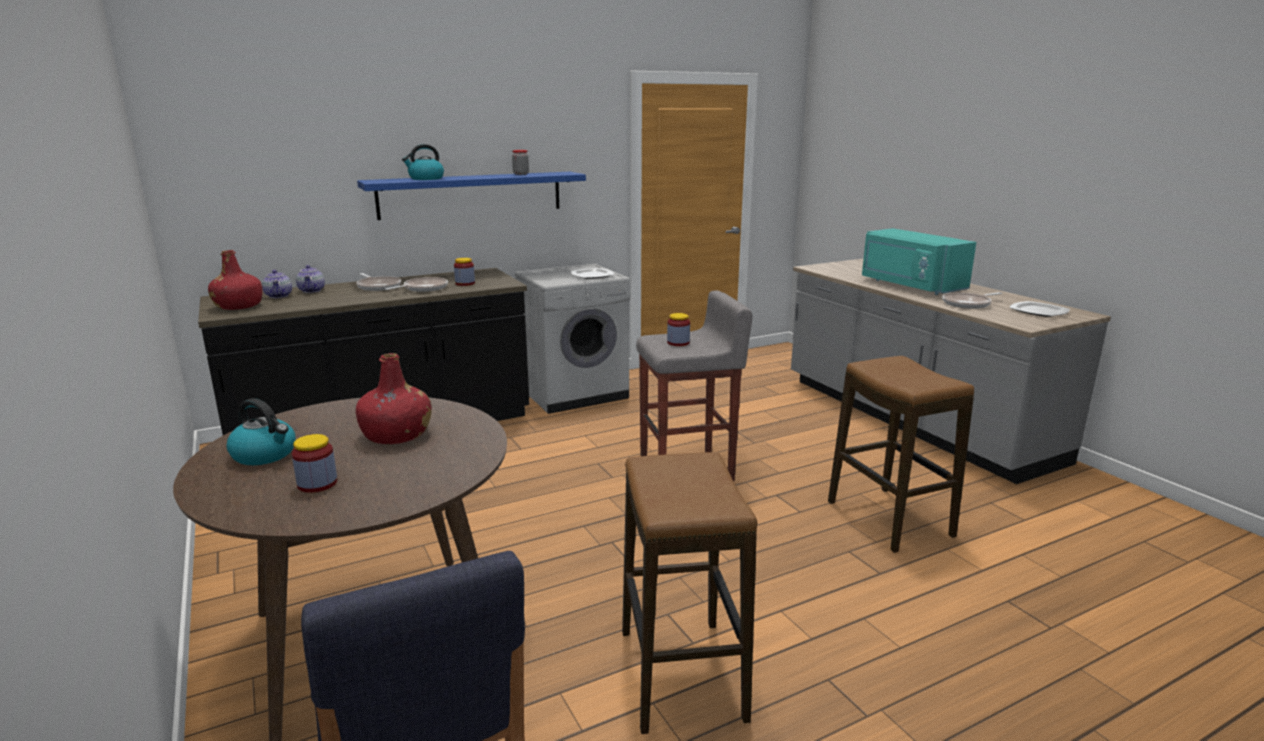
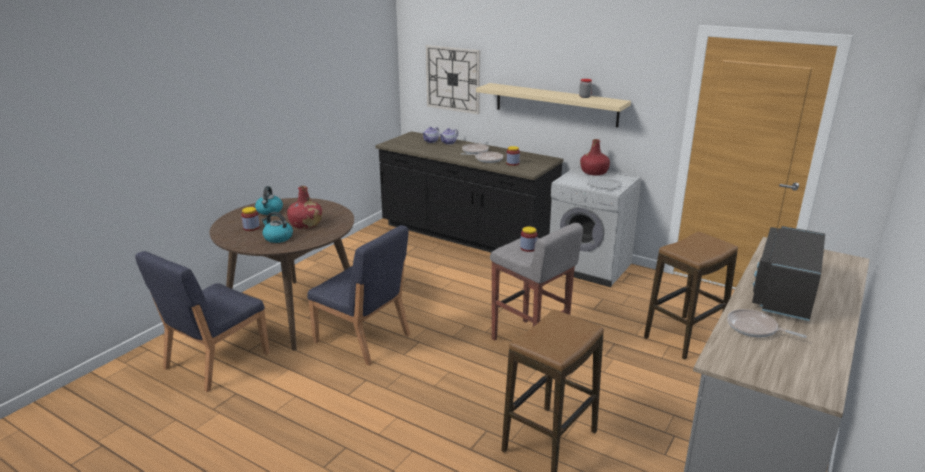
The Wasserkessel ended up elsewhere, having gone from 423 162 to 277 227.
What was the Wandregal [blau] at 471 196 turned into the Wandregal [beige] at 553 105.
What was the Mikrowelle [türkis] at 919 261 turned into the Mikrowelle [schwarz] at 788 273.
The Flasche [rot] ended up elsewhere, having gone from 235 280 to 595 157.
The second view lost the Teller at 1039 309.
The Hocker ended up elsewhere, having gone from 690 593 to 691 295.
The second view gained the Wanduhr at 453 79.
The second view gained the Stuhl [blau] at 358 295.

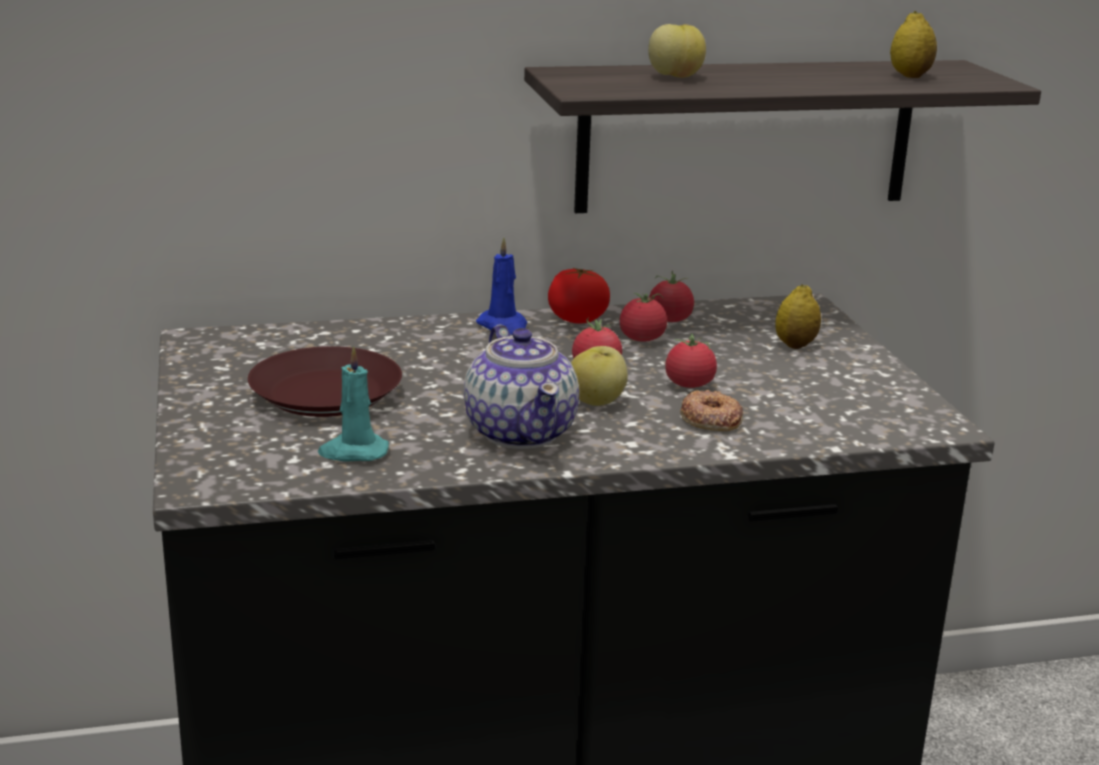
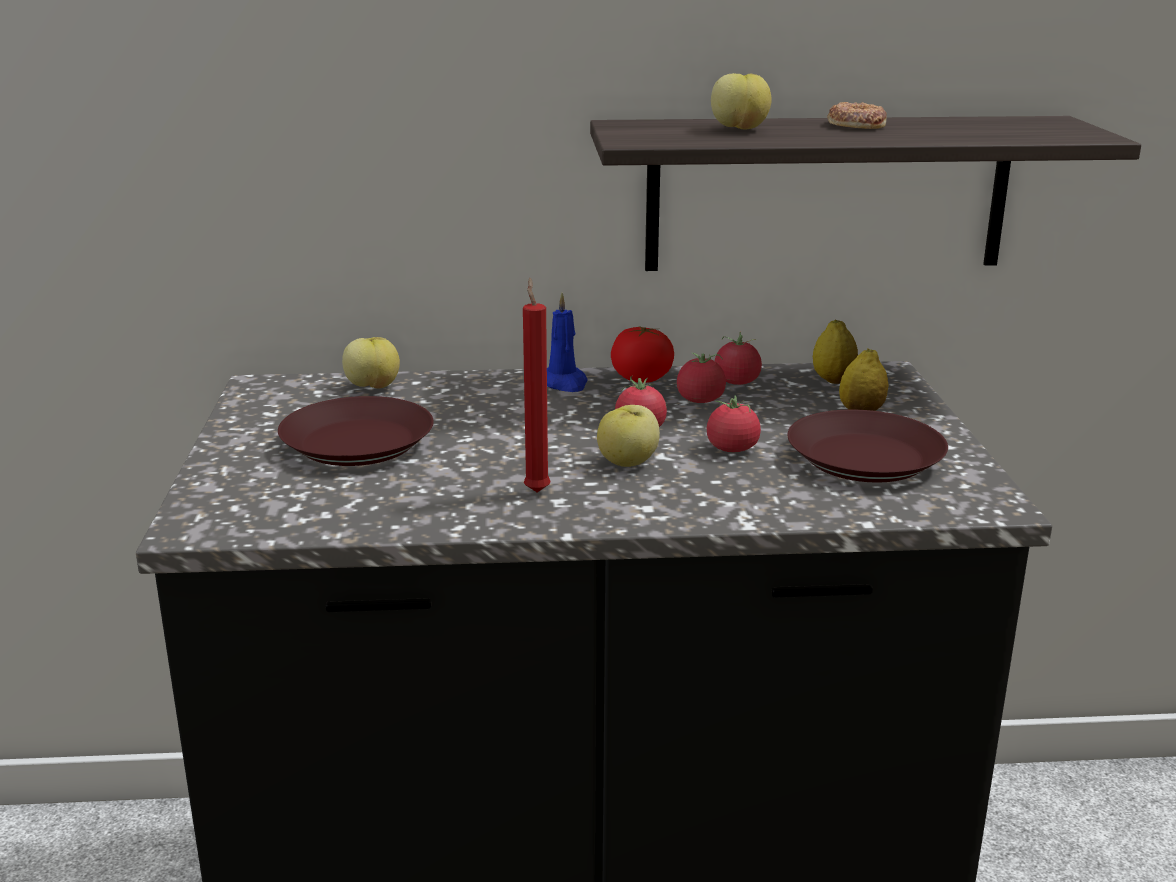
The Zitrone ended up elsewhere, having gone from 913 44 to 835 352.
Where the Teekanne stood at 521 387, the Kerze [rot] came to stand at 537 385.
The second view lost the Kerze [türkis] at 353 403.
The Donut ended up elsewhere, having gone from 711 410 to 857 115.
The second view gained the Apfel at 371 363.
The second view gained the Teller [braun] at 868 446.

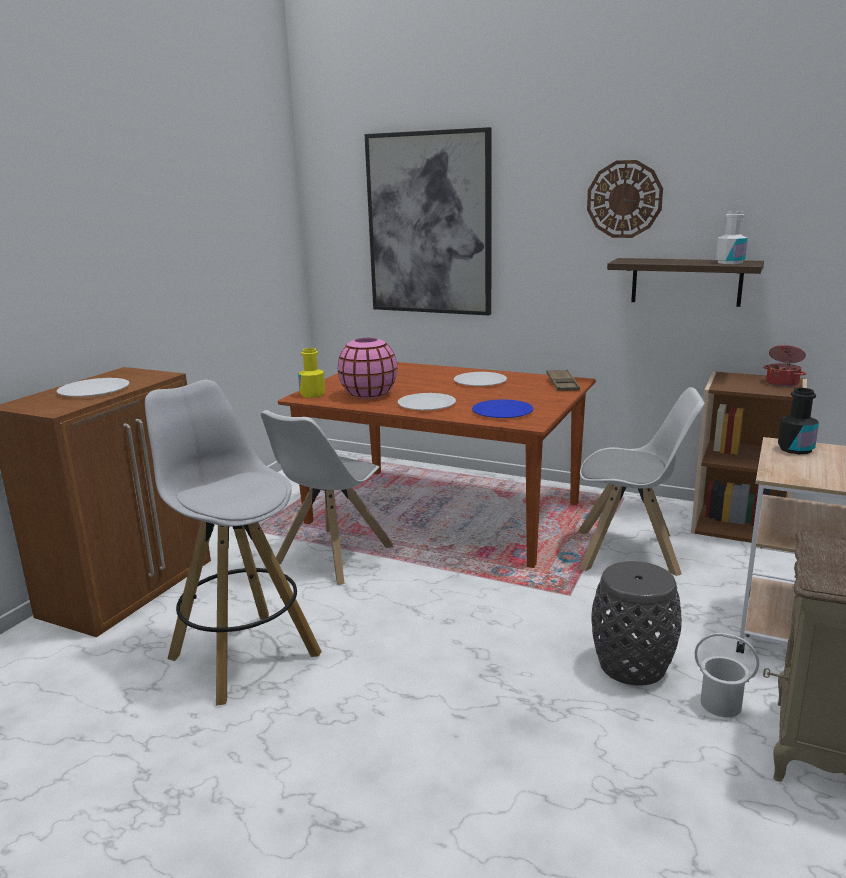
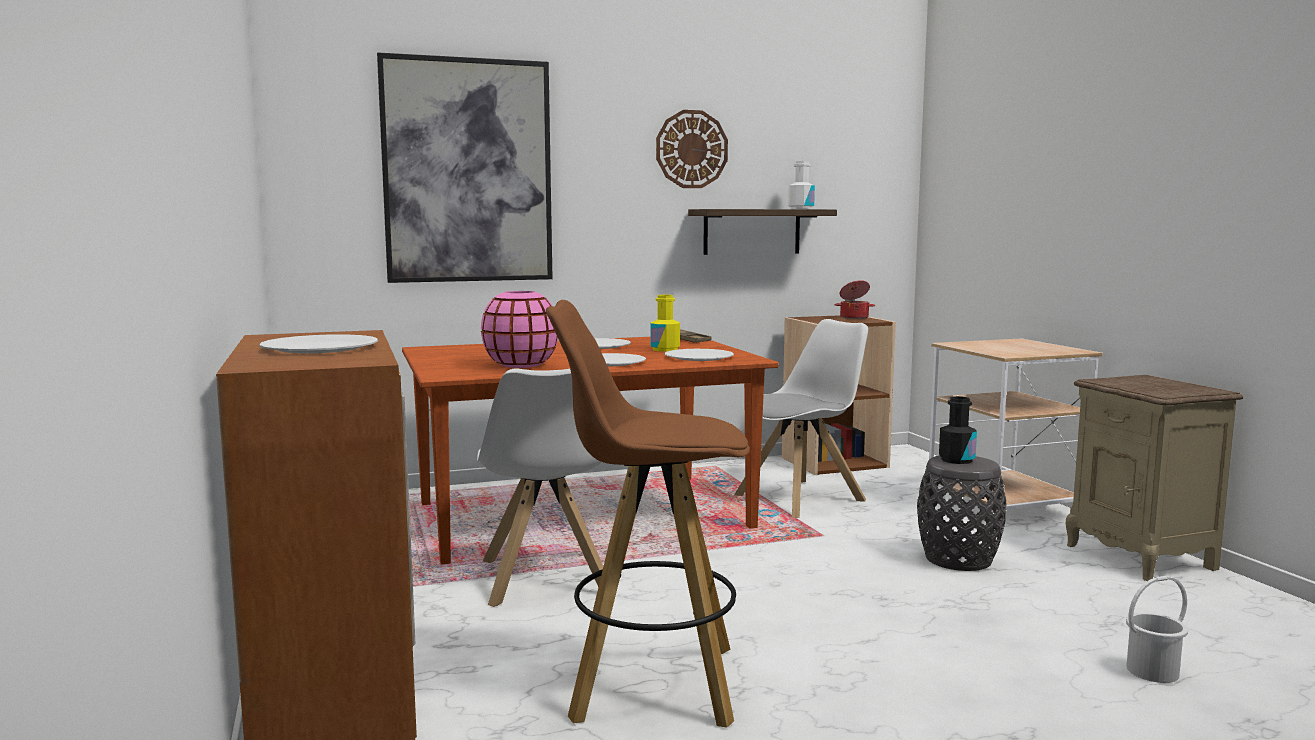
The Flasche [gelb] ended up elsewhere, having gone from 311 373 to 665 323.
What was the Hocker [weiß] at 233 543 turned into the Hocker [braun] at 648 514.
The Flasche [schwarz] ended up elsewhere, having gone from 798 421 to 958 430.
What was the Teller [blau] at 502 408 turned into the Teller [weiß] at 699 355.
The Eimer [weiß] ended up elsewhere, having gone from 727 675 to 1157 629.

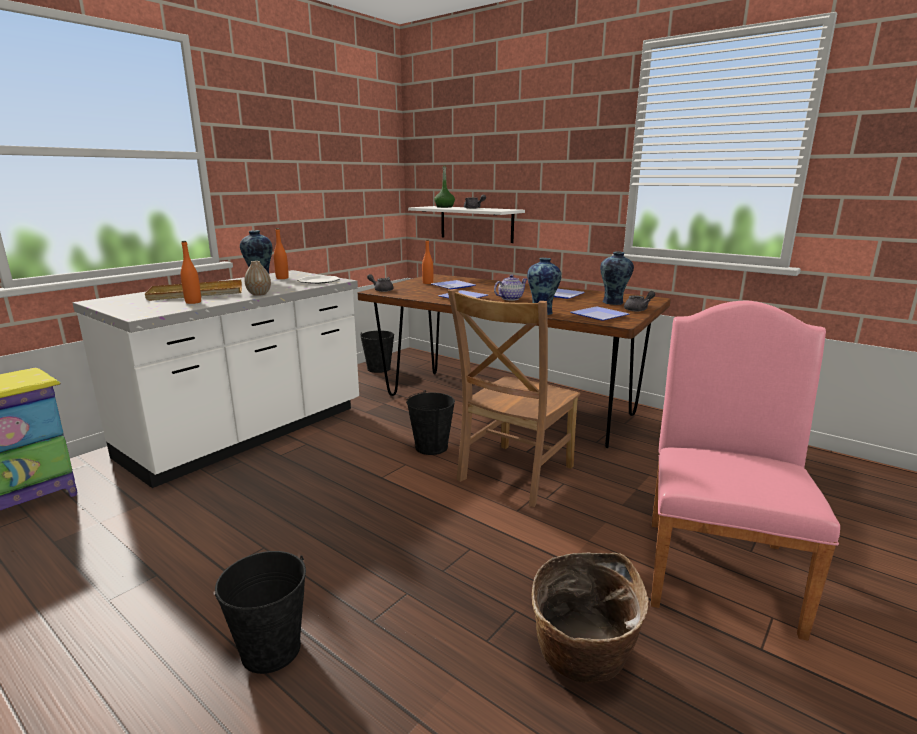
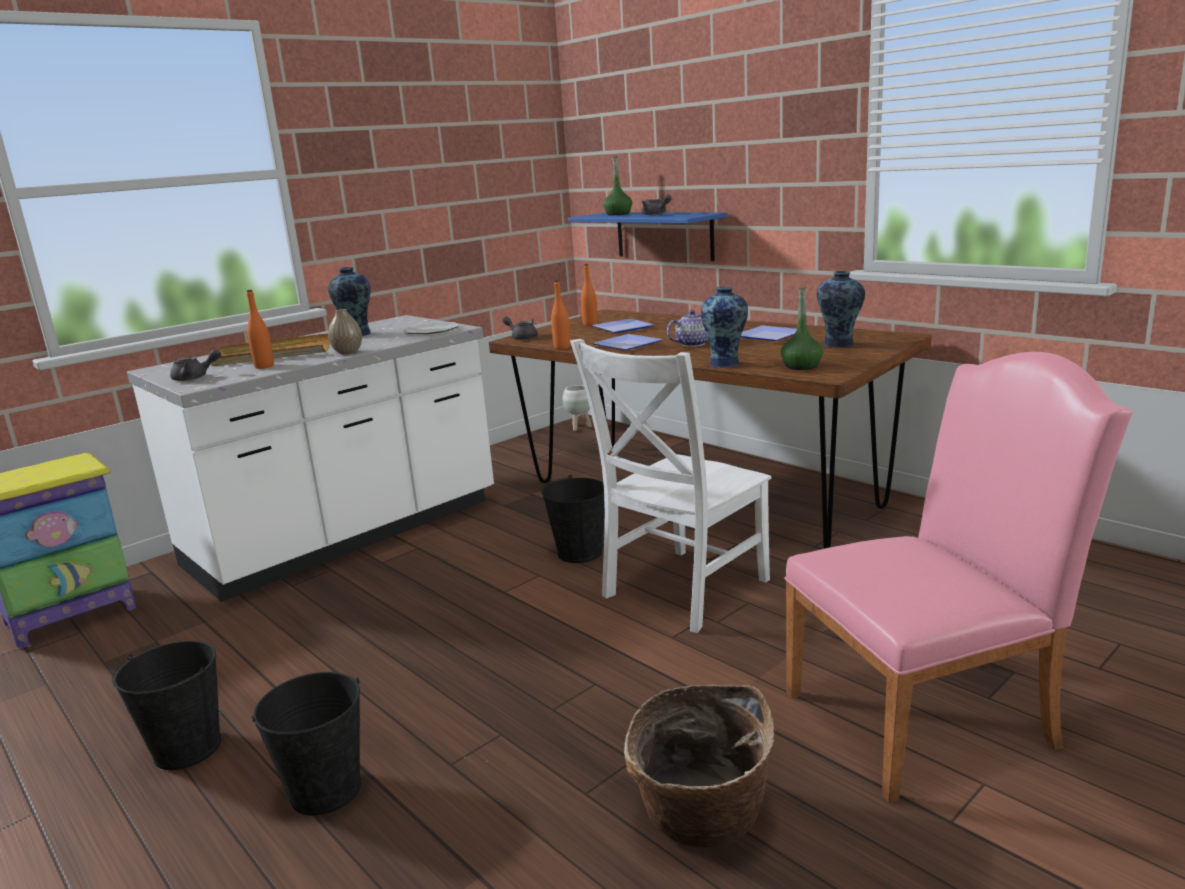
What was the Wandregal [weiß] at 466 224 turned into the Wandregal [blau] at 648 236.
The Flasche [orange] ended up elsewhere, having gone from 281 253 to 560 314.
What was the Stuhl [braun] at 514 398 turned into the Stuhl [weiß] at 670 486.
The Teekanne [grau] ended up elsewhere, having gone from 639 301 to 195 365.
The Stuhl [rosa] at 745 471 ended up facing another way, 45 degrees clockwise from before.
Where the Teller stood at 599 313, the Flasche [grün] came to stand at 802 328.
The Eimer [schwarz] ended up elsewhere, having gone from 377 352 to 166 705.
The second view gained the Pflanzkübel [weiß] at 577 408.

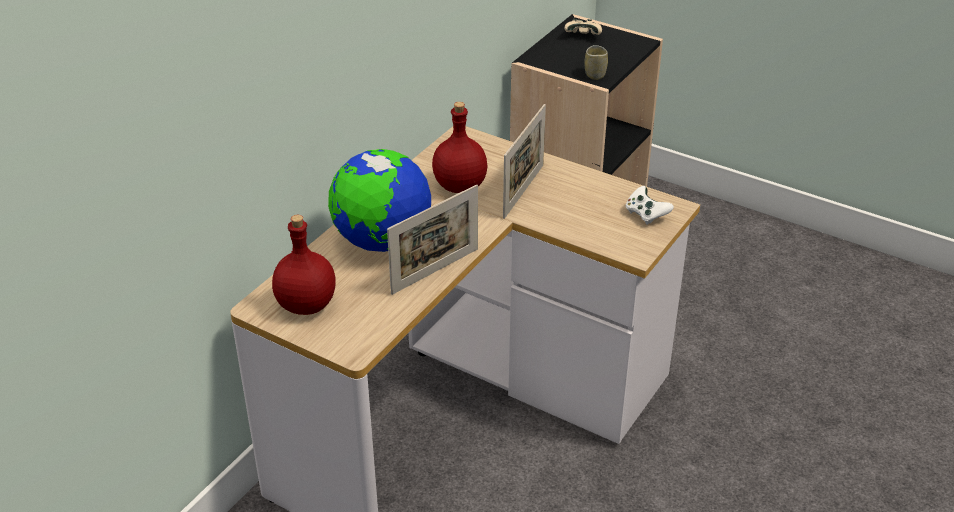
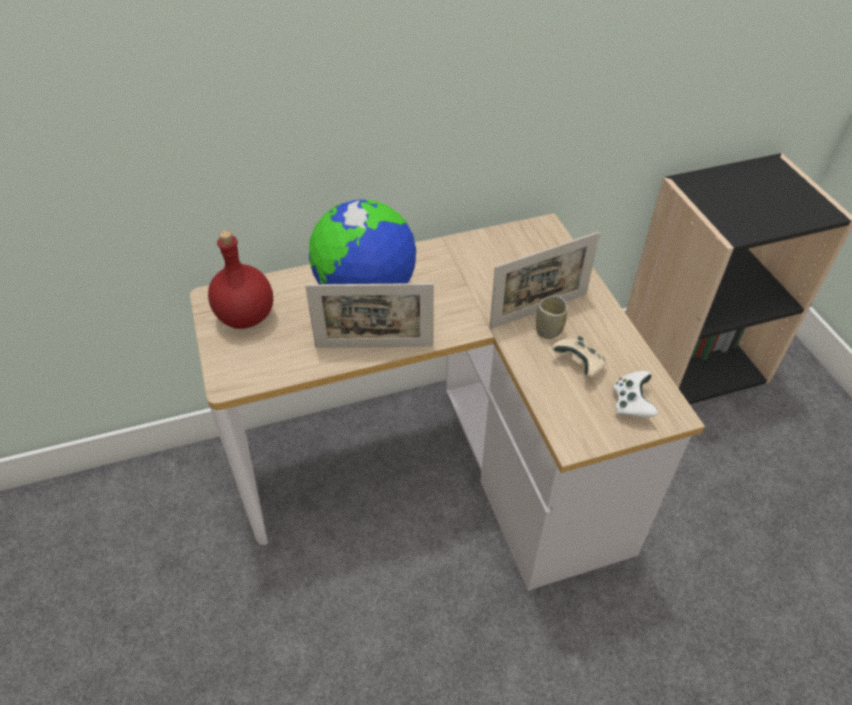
The Gamepad [beige] ended up elsewhere, having gone from 583 27 to 579 357.
The Tasse ended up elsewhere, having gone from 596 62 to 552 317.
The second view lost the Flasche [rot] at 460 147.

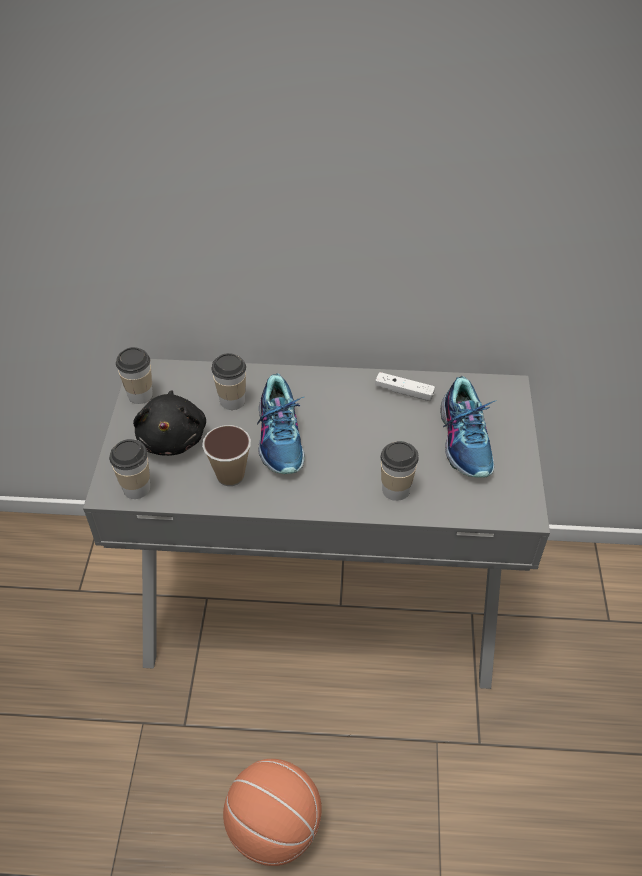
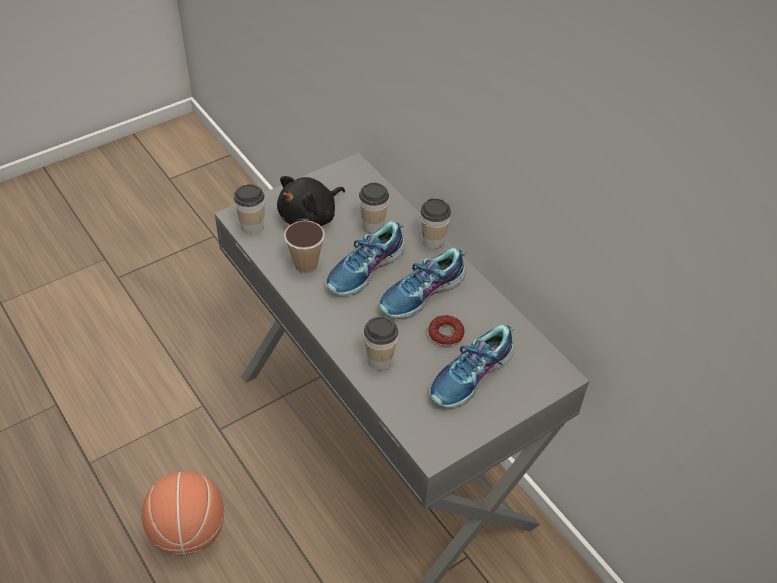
The Tasse ended up elsewhere, having gone from 134 375 to 435 224.
The second view lost the Gamepad [weiß] at 405 386.
The second view gained the Schuh at 422 283.
The second view gained the Donut at 446 330.

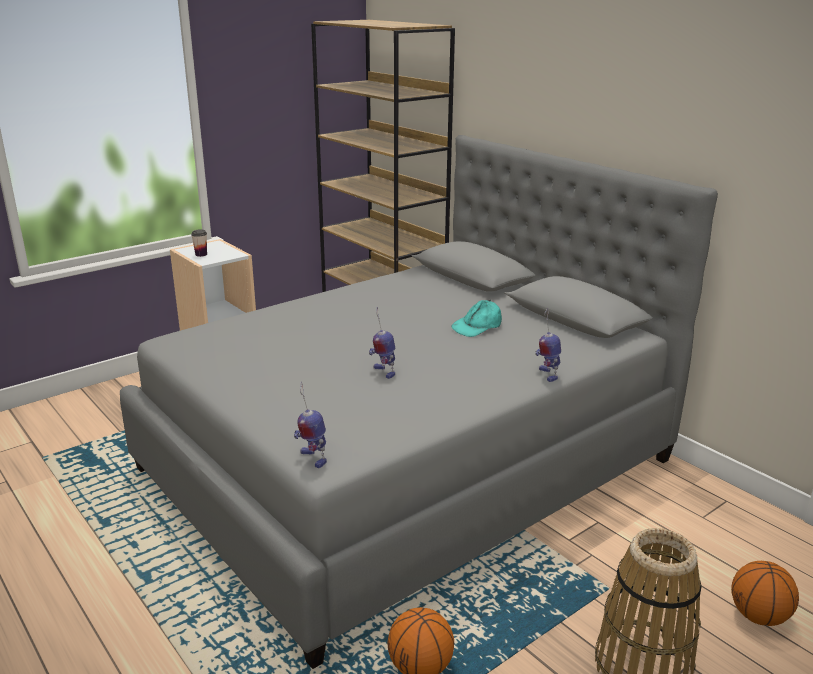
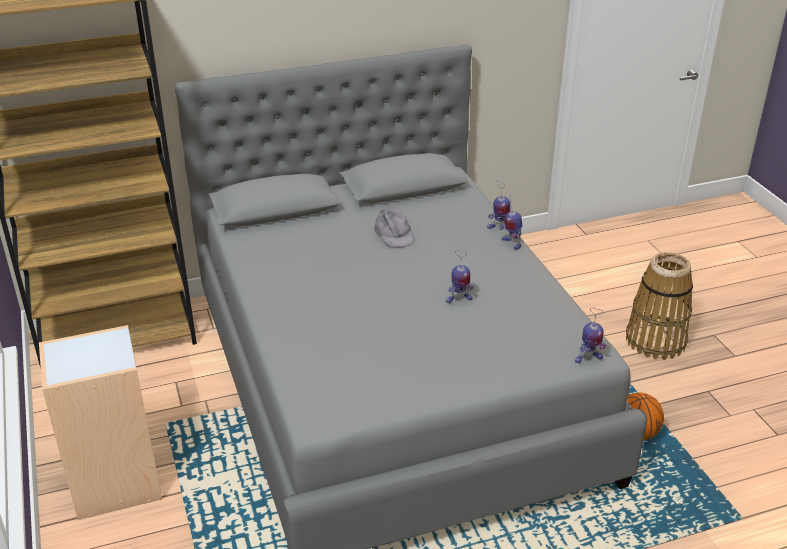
The second view lost the Tasse at 199 243.
What was the Kappe [türkis] at 476 318 turned into the Kappe [grau] at 394 228.
The second view lost the Basketball at 765 593.
The second view gained the Spielzeugroboter at 511 221.

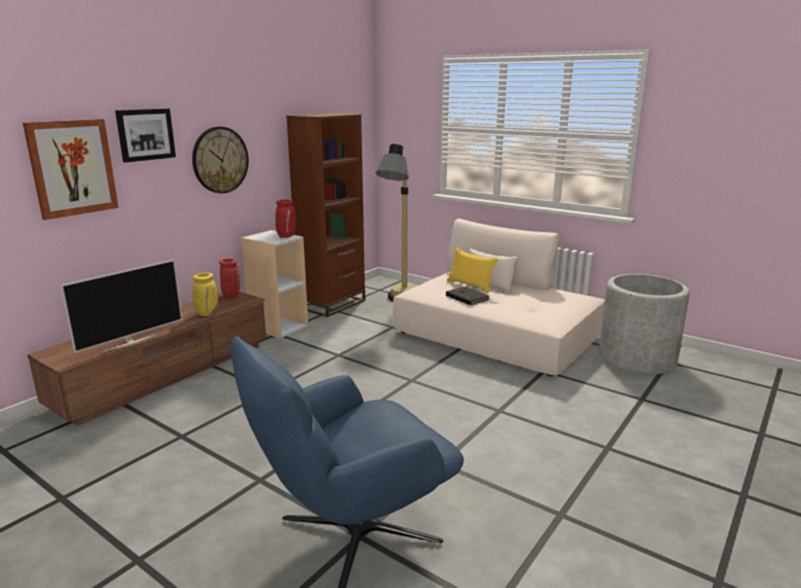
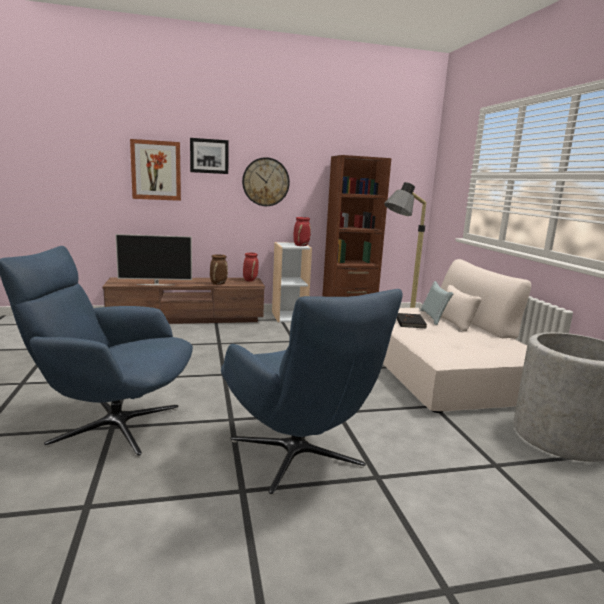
What was the Kissen [gelb] at 472 270 turned into the Kissen [blau] at 436 303.
What was the Vase [gelb] at 205 294 turned into the Vase [braun] at 219 270.
The second view gained the Sessel [blau] at 311 392.

